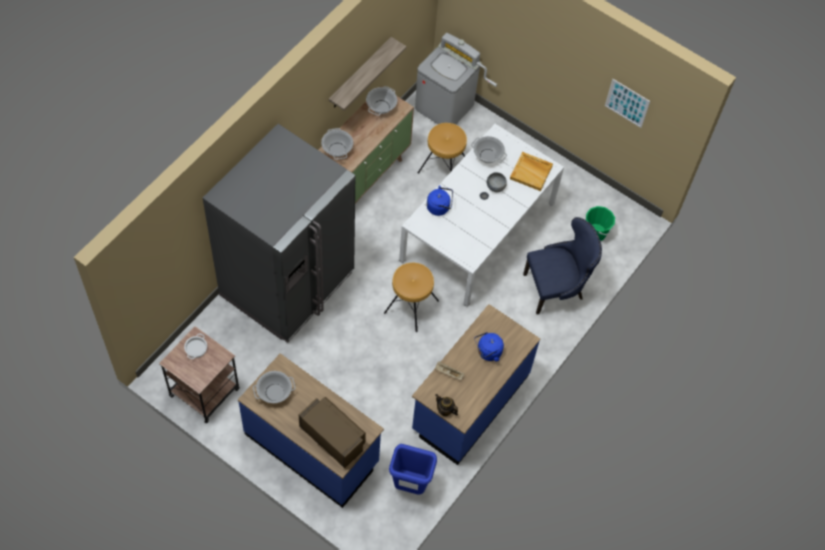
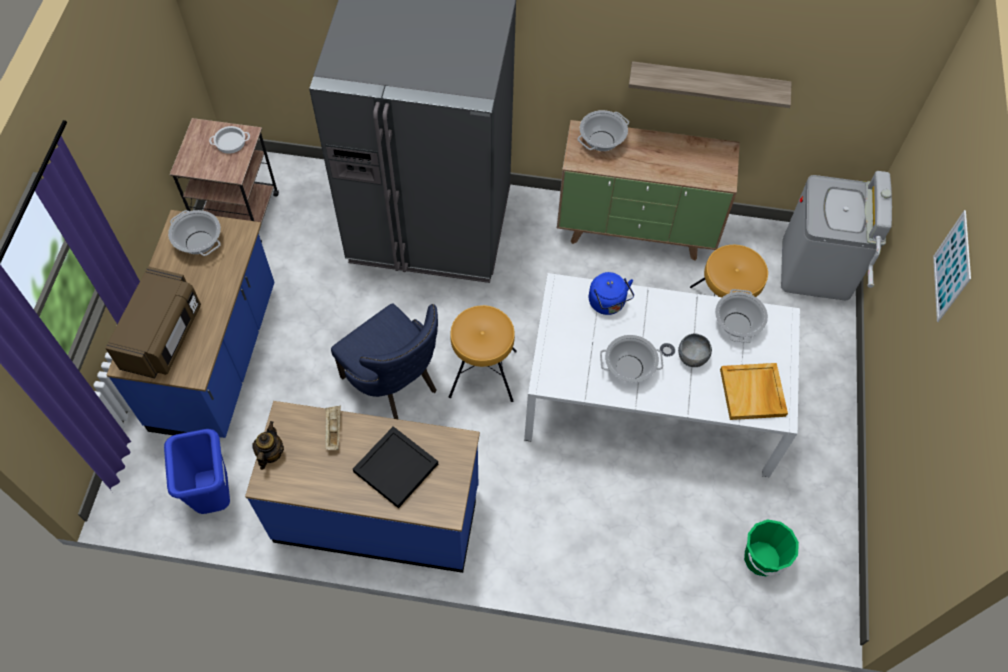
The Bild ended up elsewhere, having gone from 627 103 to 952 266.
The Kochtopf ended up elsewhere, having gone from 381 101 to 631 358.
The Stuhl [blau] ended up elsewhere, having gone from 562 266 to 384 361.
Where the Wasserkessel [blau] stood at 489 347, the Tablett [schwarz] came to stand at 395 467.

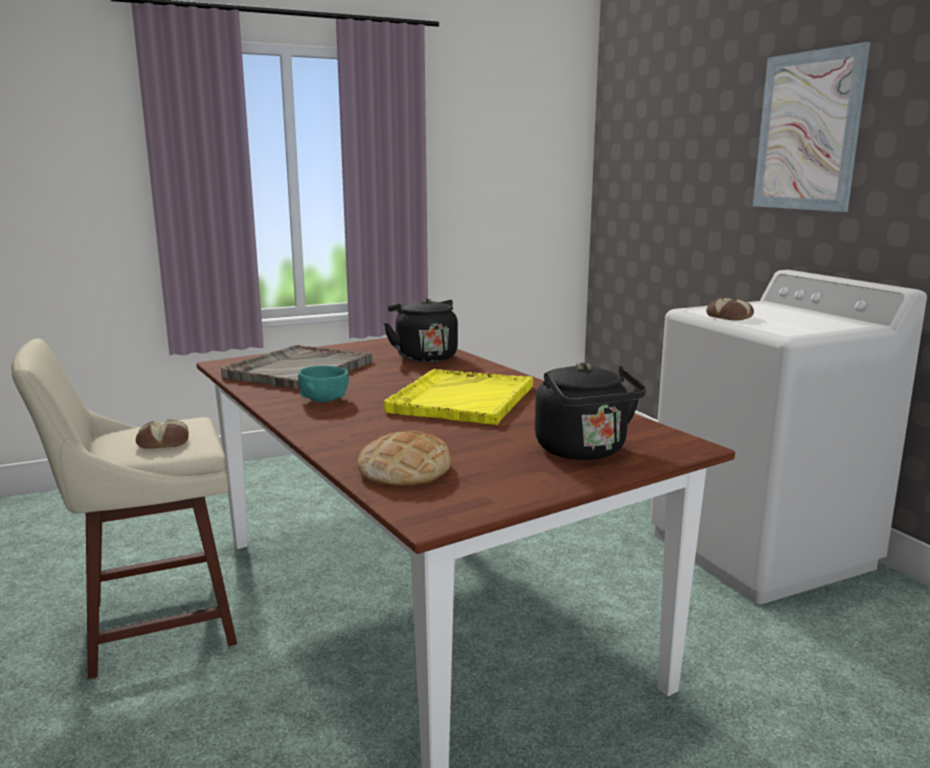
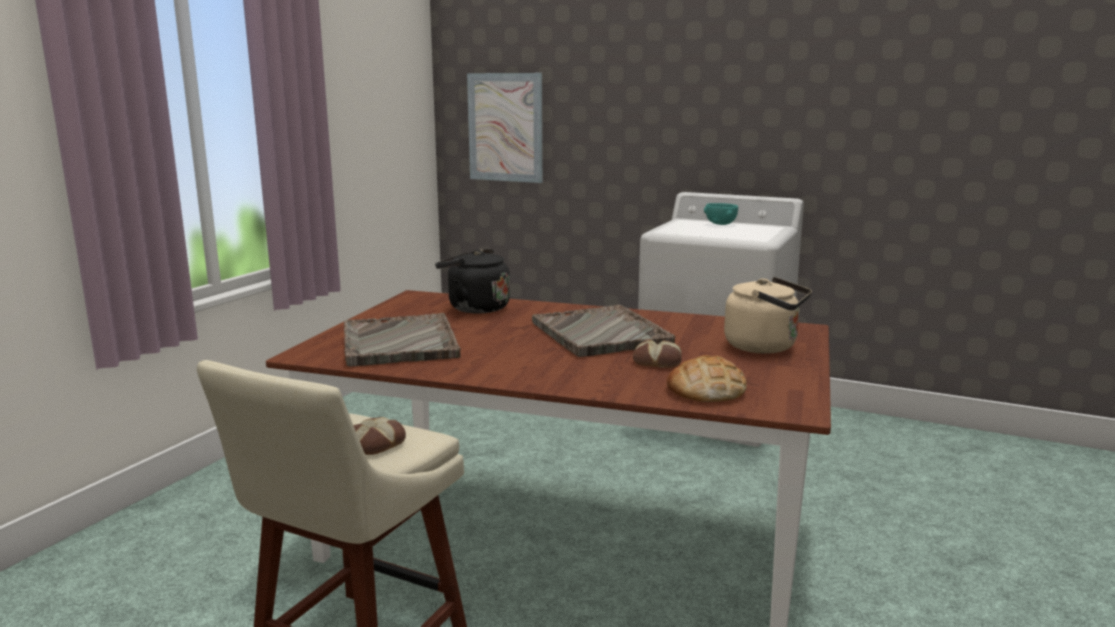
The Bild ended up elsewhere, having gone from 811 127 to 505 128.
The Brot ended up elsewhere, having gone from 730 309 to 657 353.
What was the Wasserkessel [schwarz] at 590 411 turned into the Wasserkessel [beige] at 768 315.
The Schüssel [türkis] ended up elsewhere, having gone from 323 384 to 721 214.
What was the Tablett [gelb] at 458 397 turned into the Tablett [grau] at 603 331.

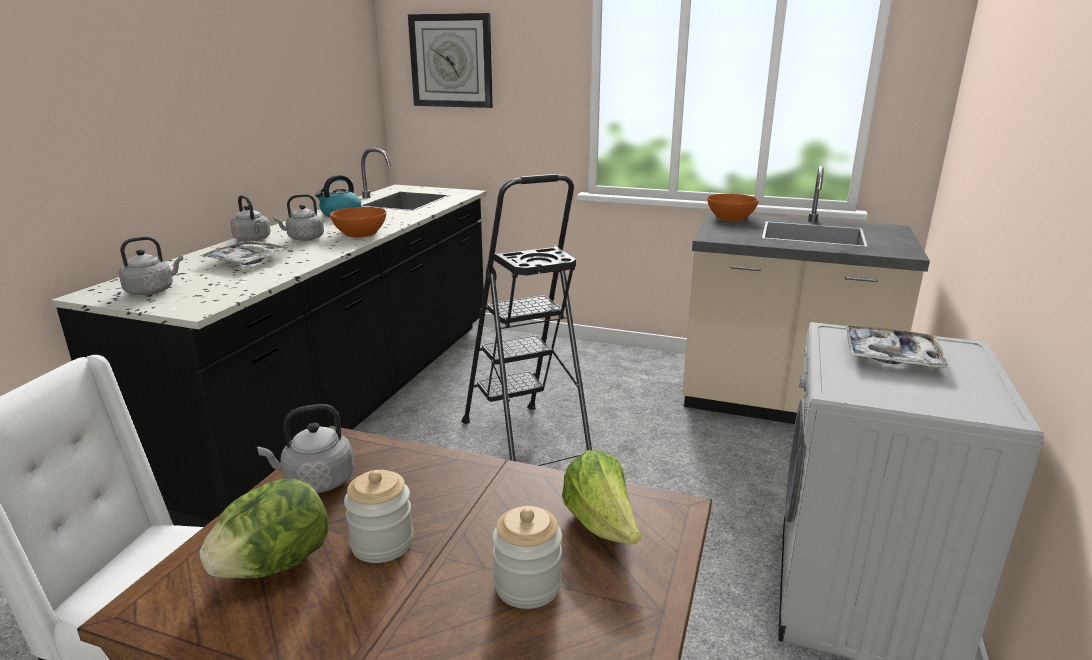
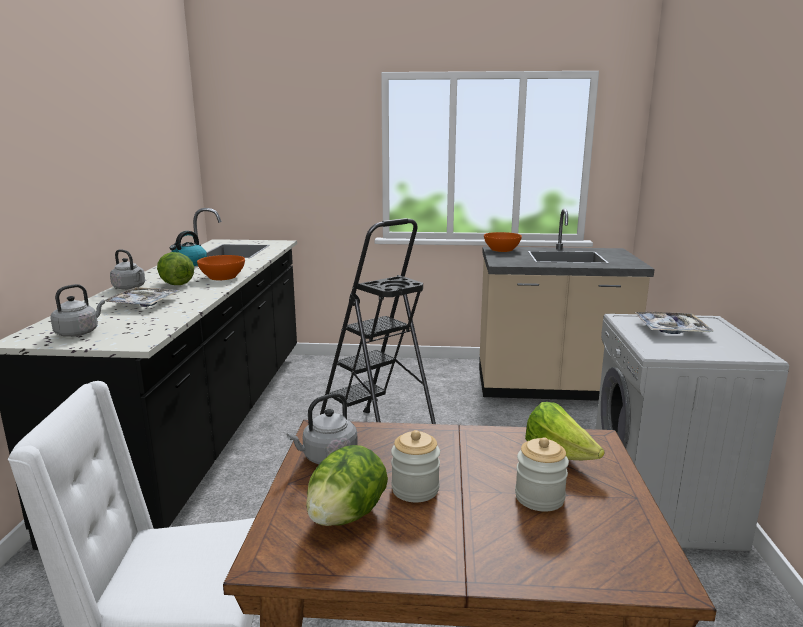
The second view lost the Wanduhr at 450 60.
Where the Wasserkessel [grau] stood at 298 217, the Salatkopf came to stand at 175 268.

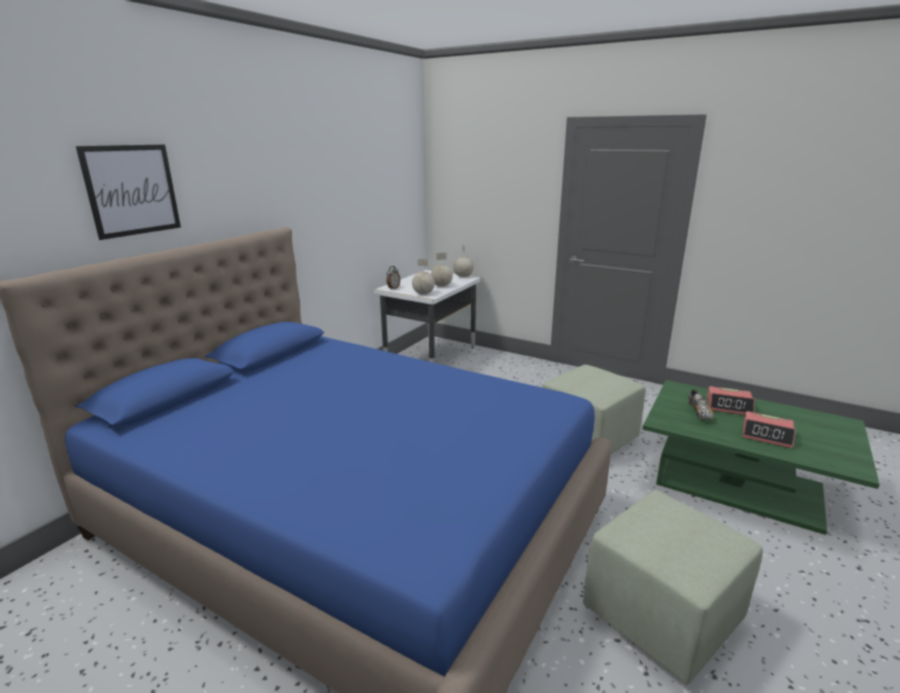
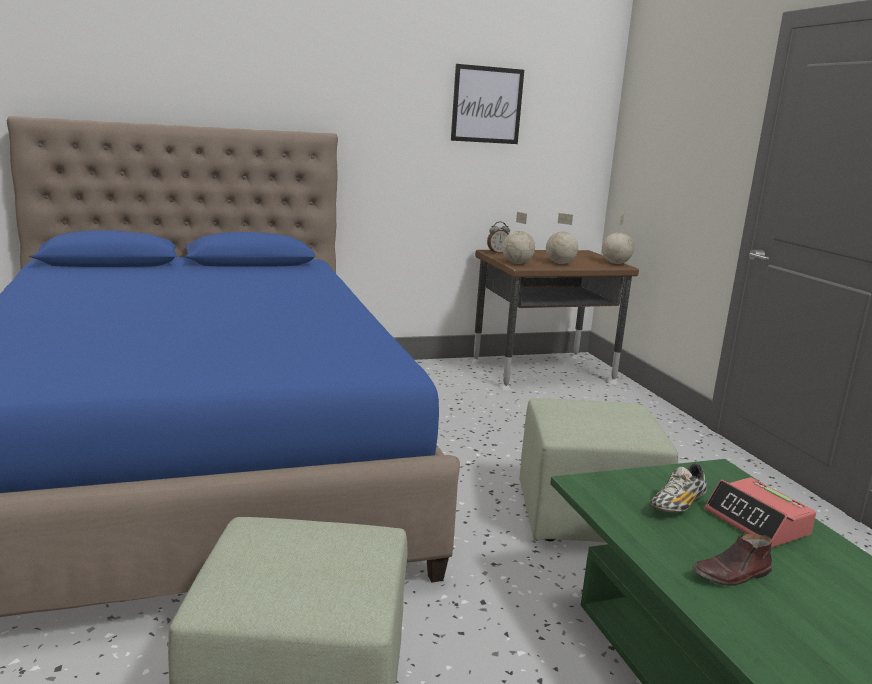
The Bild ended up elsewhere, having gone from 128 192 to 487 104.
What was the Schreibtisch [weiß] at 427 316 turned into the Schreibtisch [braun] at 554 320.
Where the Wecker stood at 769 429, the Schuh [braun] came to stand at 732 560.

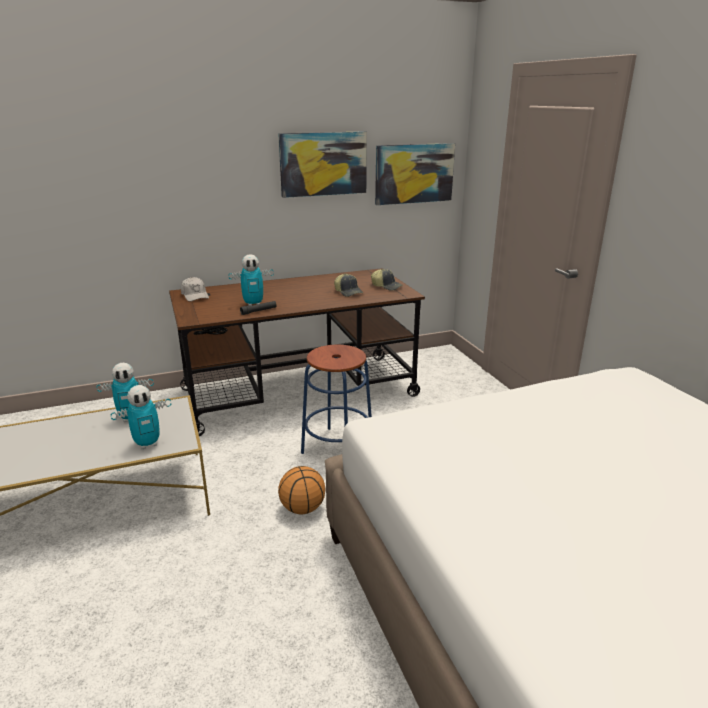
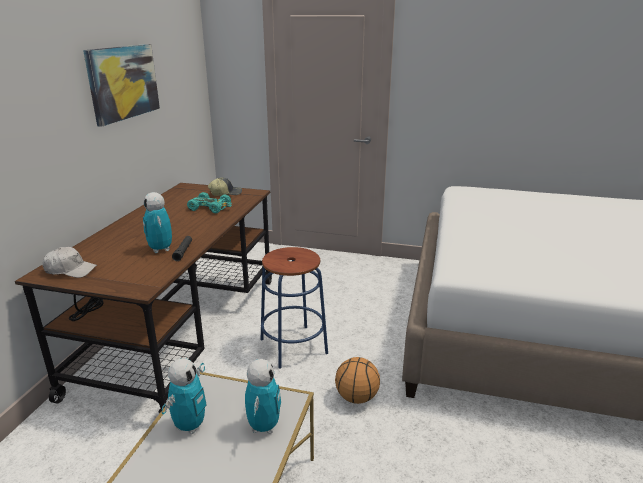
The second view lost the Bild at 415 174.
The Spielzeugroboter at 251 280 ended up facing another way, 135 degrees clockwise from before.
Where the Kappe stood at 348 285, the Spielzeugauto [türkis] came to stand at 209 202.

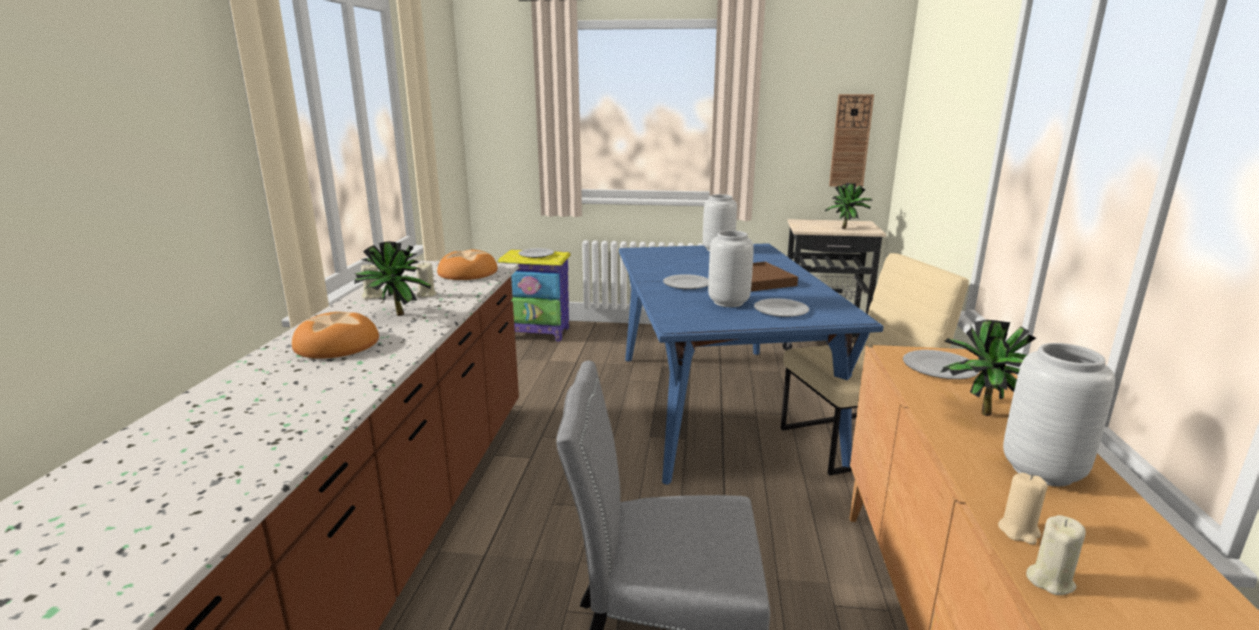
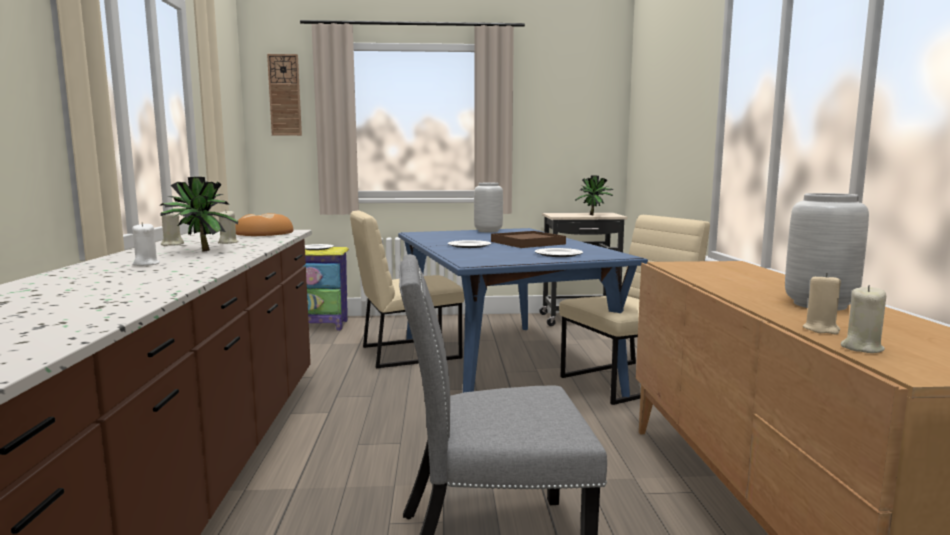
The Wanduhr ended up elsewhere, having gone from 851 140 to 284 95.
The second view lost the Vase [grau] at 731 268.
Where the Brot stood at 335 335, the Kerze [weiß] came to stand at 146 244.
The second view lost the Topfpflanze at 988 368.
The second view lost the Teller at 941 364.
The second view gained the Stuhl [beige] at 407 289.

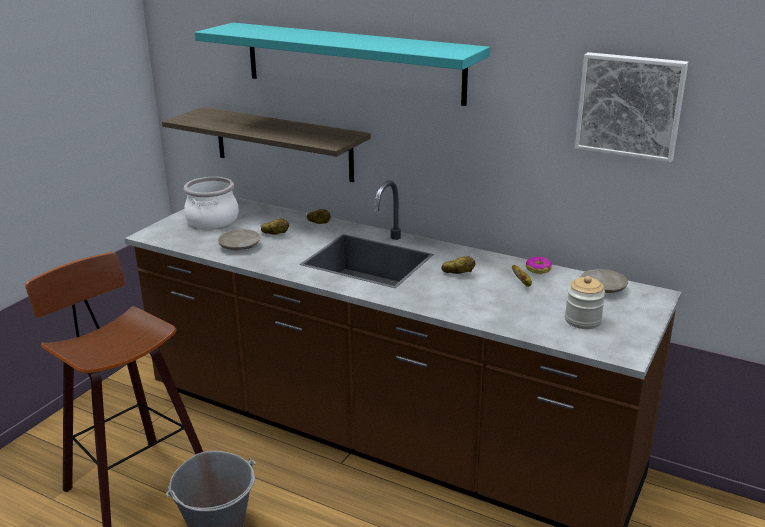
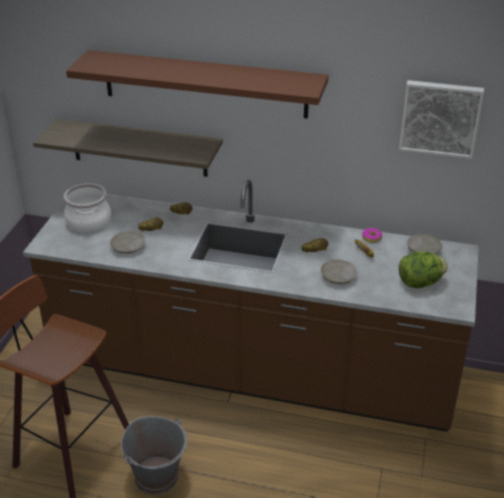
What was the Wandregal [türkis] at 342 64 turned into the Wandregal [braun] at 197 84.
Where the Vorratsglas stood at 585 302, the Salatkopf came to stand at 423 270.
The second view gained the Teller [beige] at 338 271.

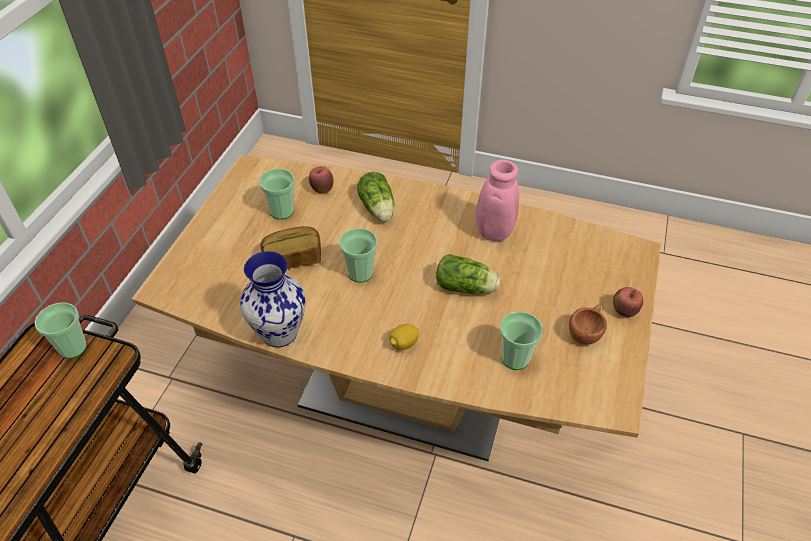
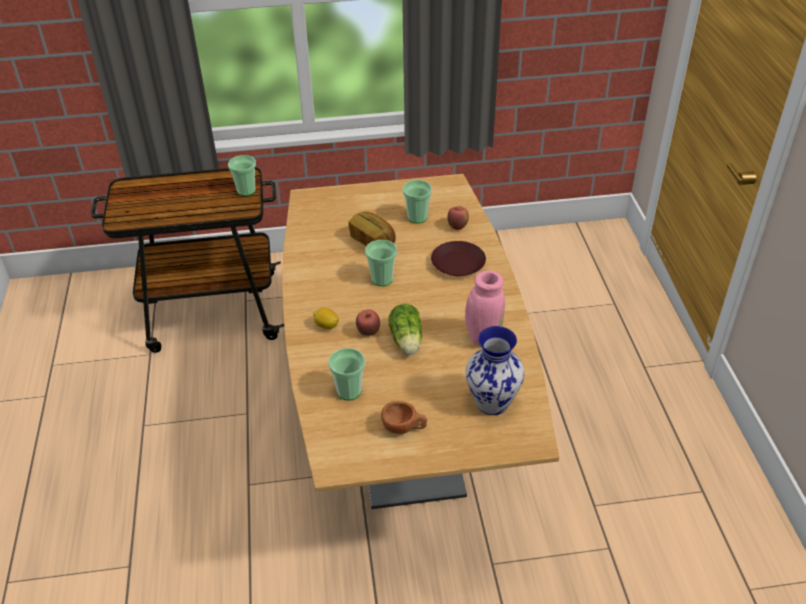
Where the Salatkopf stood at 375 196, the Teller [braun] came to stand at 458 258.
The Vase ended up elsewhere, having gone from 273 299 to 495 370.
The Apfel ended up elsewhere, having gone from 628 302 to 368 322.

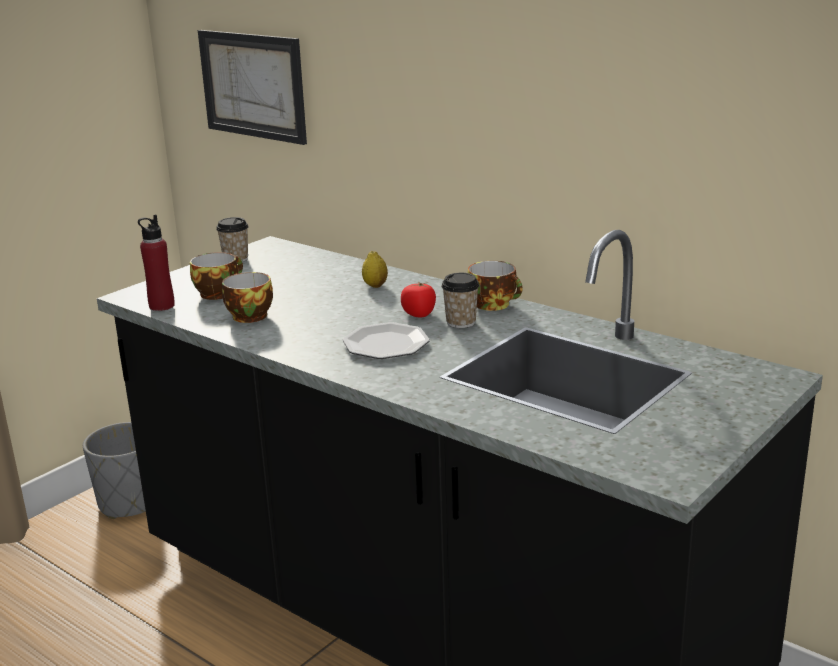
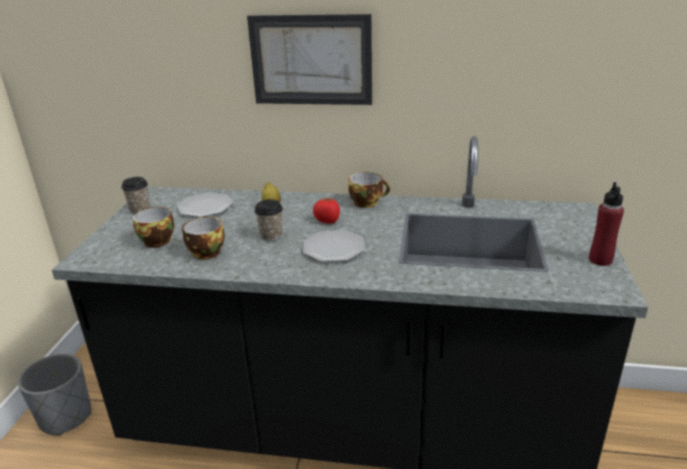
The Bild ended up elsewhere, having gone from 252 87 to 309 59.
The Flasche [rot] ended up elsewhere, having gone from 156 263 to 606 224.
The Tasse ended up elsewhere, having gone from 460 300 to 268 220.
The second view gained the Teller at 205 205.

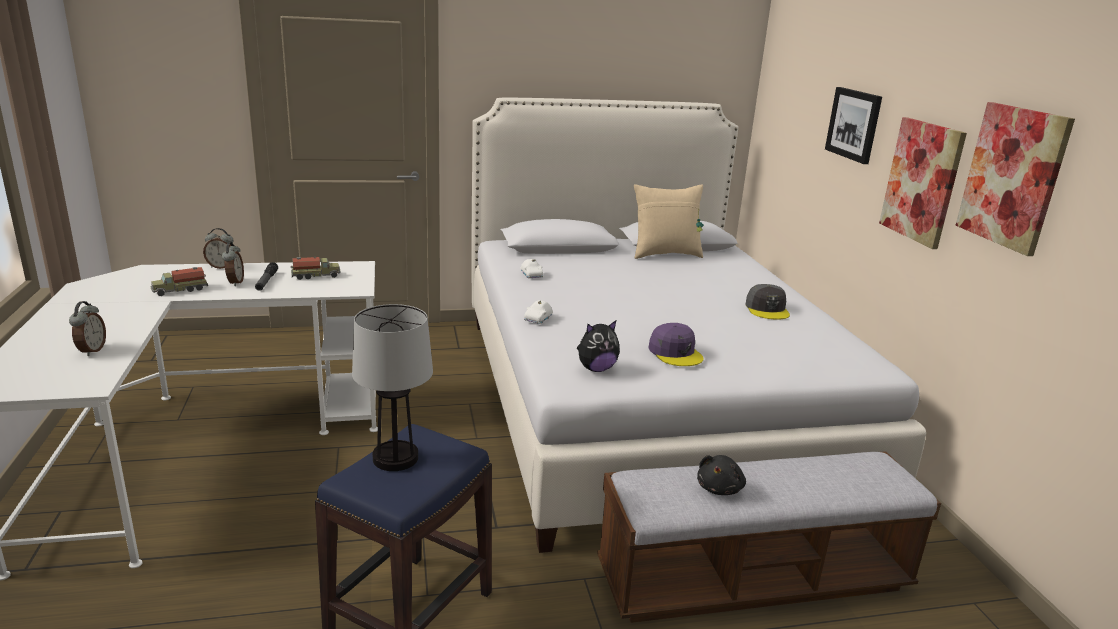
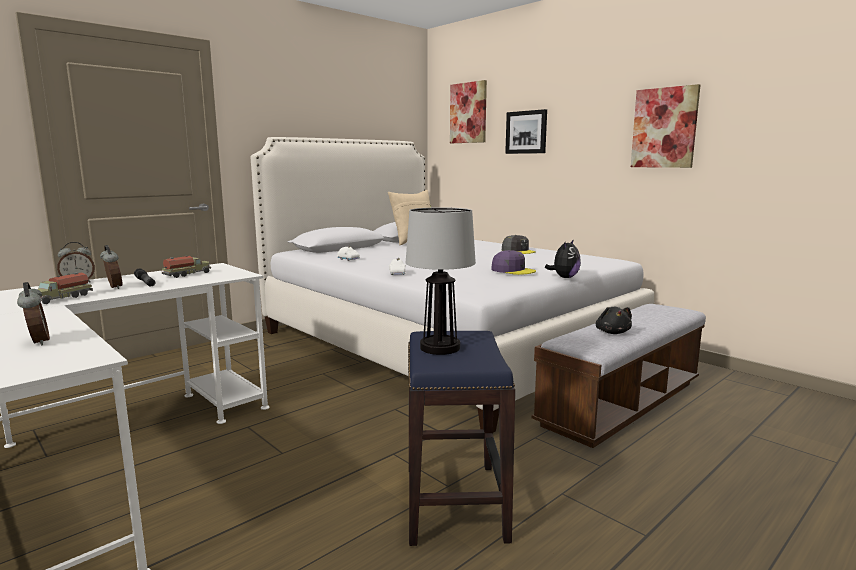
The Bild ended up elsewhere, having gone from 923 183 to 468 111.
The Plüschtier ended up elsewhere, having gone from 598 346 to 563 258.

